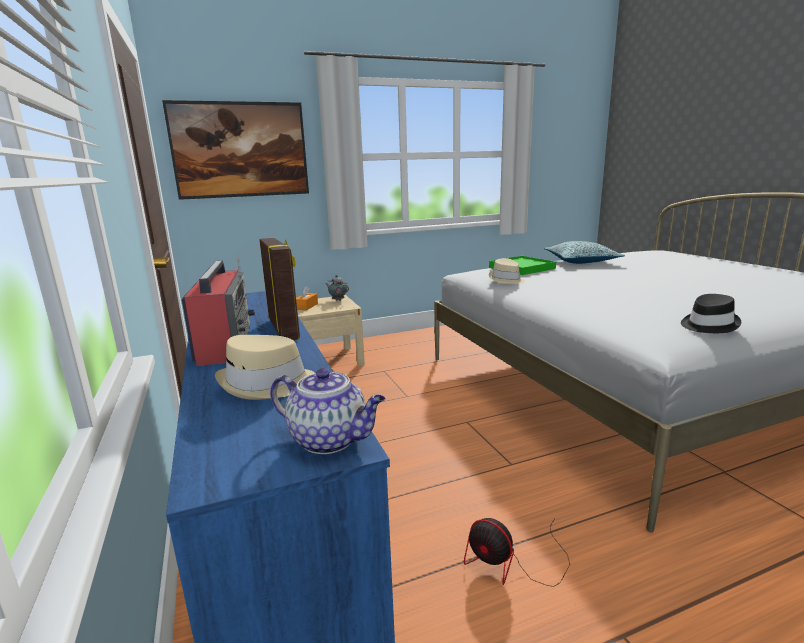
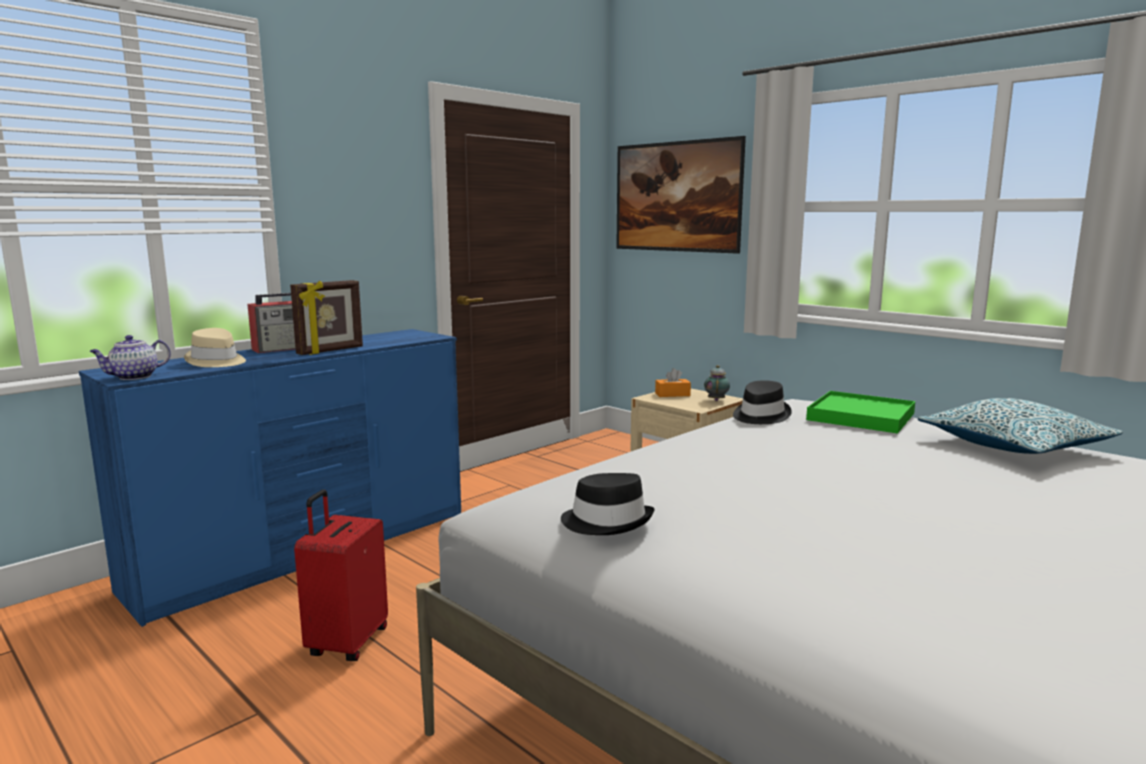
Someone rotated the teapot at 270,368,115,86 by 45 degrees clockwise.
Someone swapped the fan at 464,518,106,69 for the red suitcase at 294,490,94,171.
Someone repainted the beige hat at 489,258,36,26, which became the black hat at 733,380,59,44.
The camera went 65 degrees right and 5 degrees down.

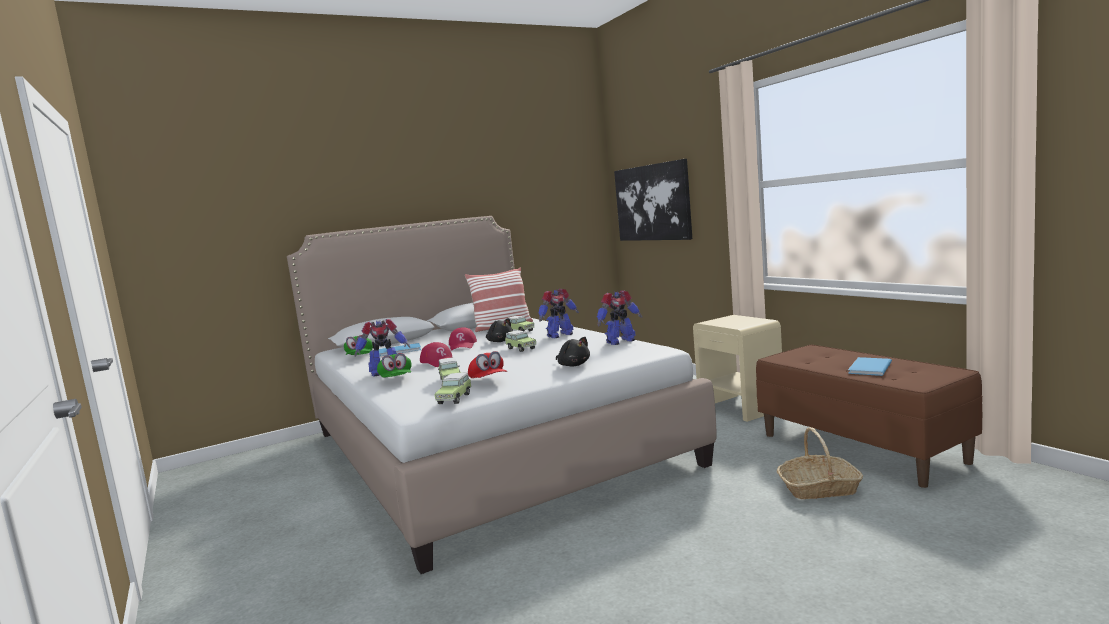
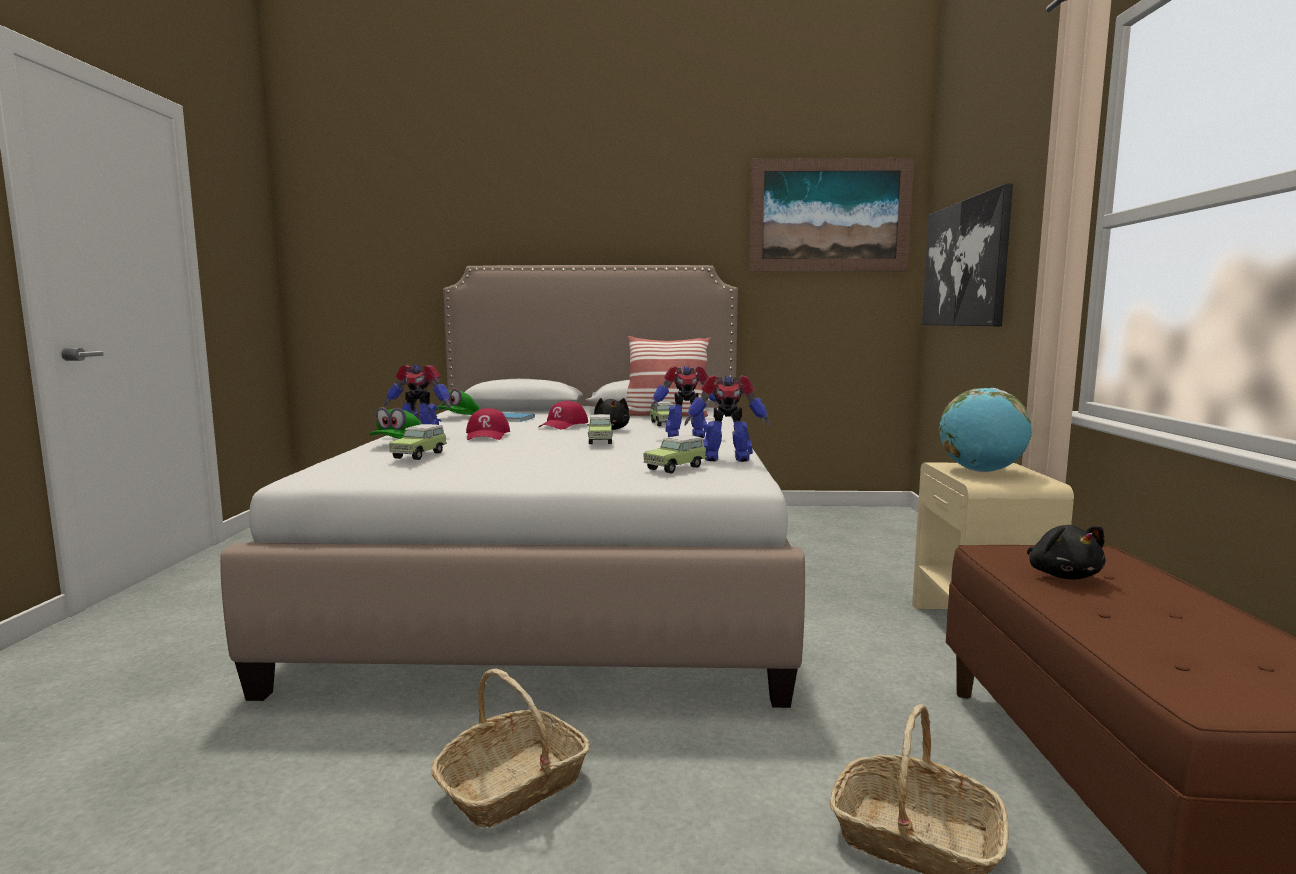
Someone carried the toy car from 434,373,38,31 to 643,435,64,39.
Someone took away the red cap at 468,351,39,27.
Someone carried the black plush toy from 556,337,34,30 to 1027,525,79,55.
Someone took away the blue book at 848,357,44,19.
Someone put down the basket at 431,669,159,158.
Someone put up the picture at 749,158,165,113.
Someone put down the globe at 939,388,92,84.
The camera went 30 degrees right and 0 degrees up.

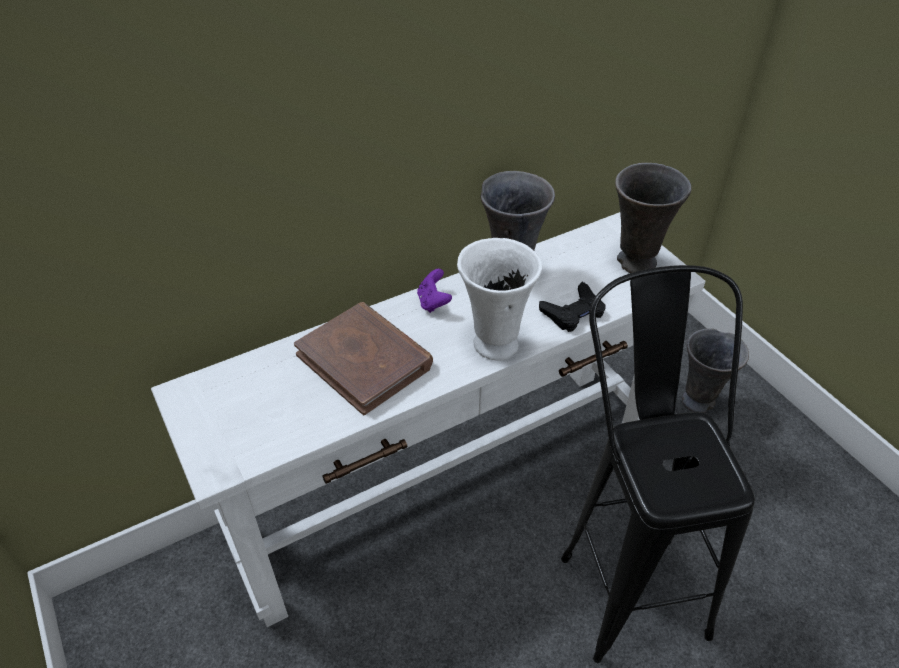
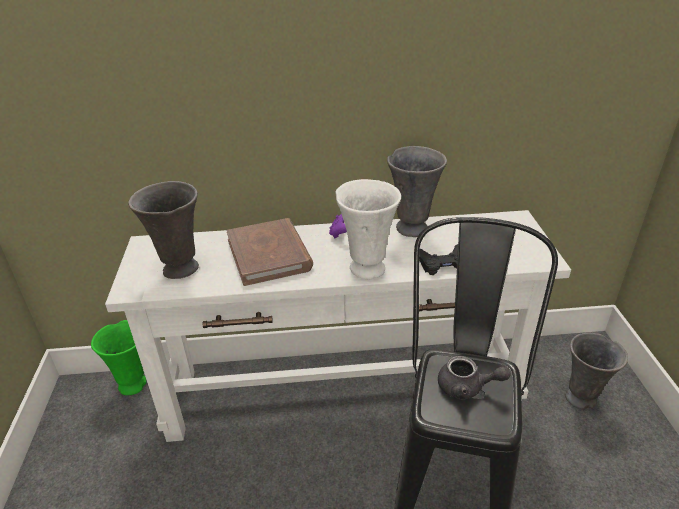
Someone carried the grey vase from 615,163,76,110 to 128,181,71,98.
Someone put down the green vase at 91,320,56,75.
Someone put down the grey teapot at 438,356,72,44.
The camera went 25 degrees right and 10 degrees down.

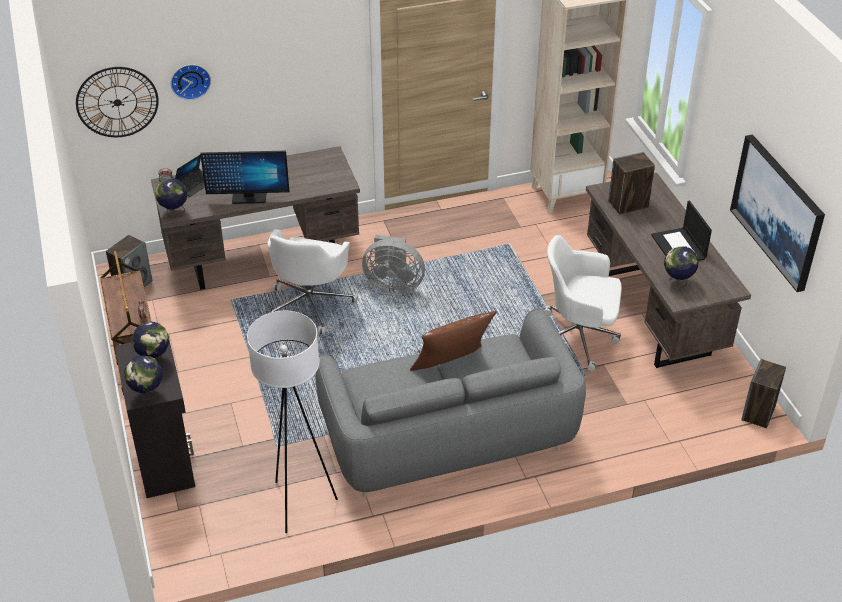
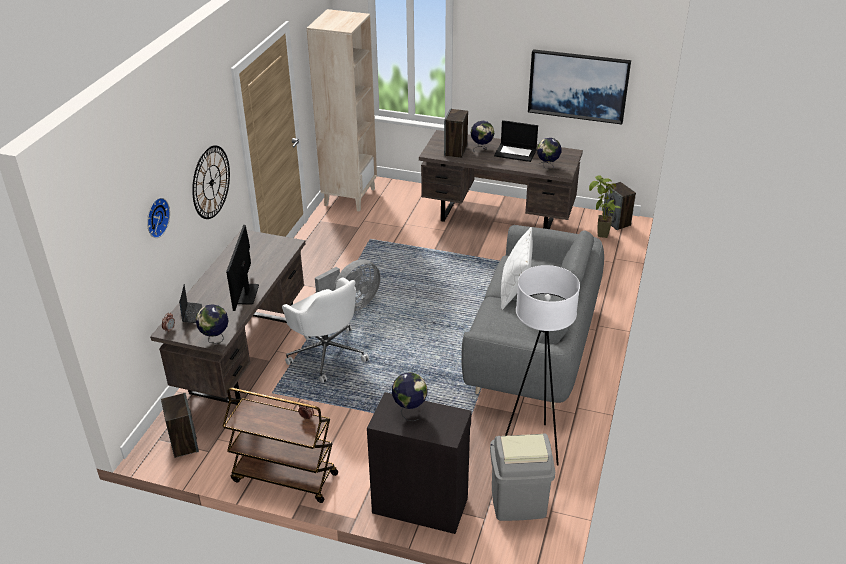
Someone carried the wall clock from 76,67,83,70 to 192,145,38,74.
Someone carried the globe from 124,355,39,45 to 471,121,23,32.
Someone rotated the monitor at 200,151,89,53 by 150 degrees clockwise.
Someone repainted the brown pillow at 410,311,86,60, which became the white pillow at 501,227,32,83.
Someone took away the white office chair at 544,235,78,136.
Someone put down the grey trash can at 490,434,65,87.
Someone put down the potted plant at 589,176,32,62.
The camera went 55 degrees left and 5 degrees down.

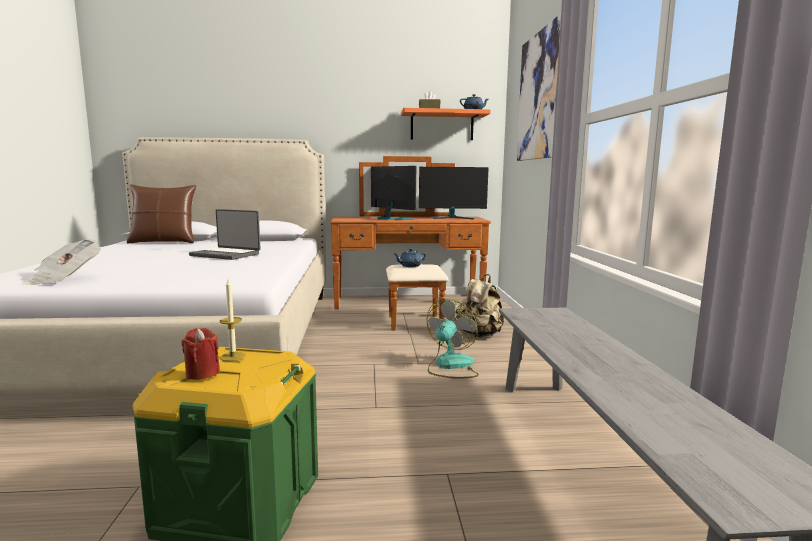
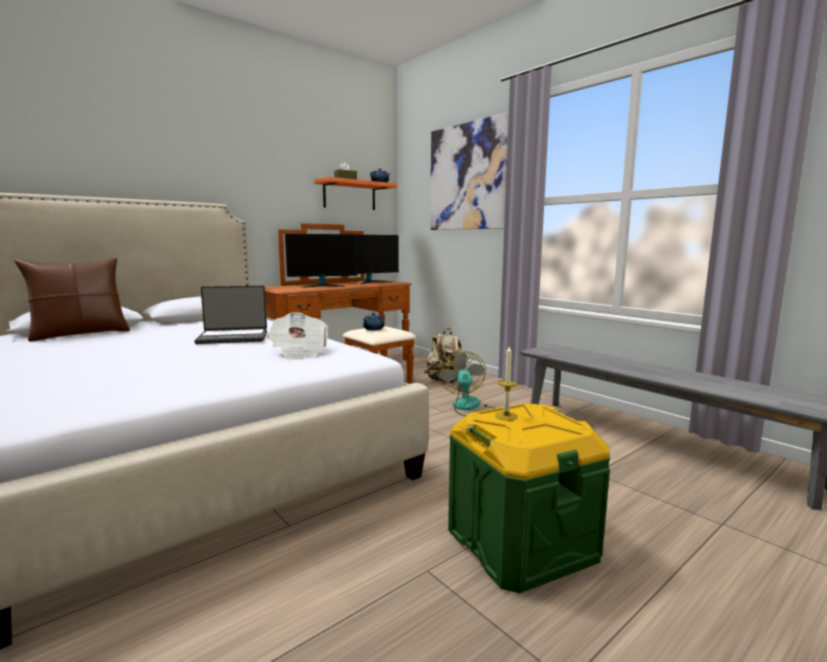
Someone carried the newspaper from 24,239,77,46 to 267,312,61,48.
Someone took away the red candle at 181,328,39,52.
Someone rotated the monitor at 371,166,45,54 by 150 degrees clockwise.
The camera went 35 degrees left and 0 degrees up.

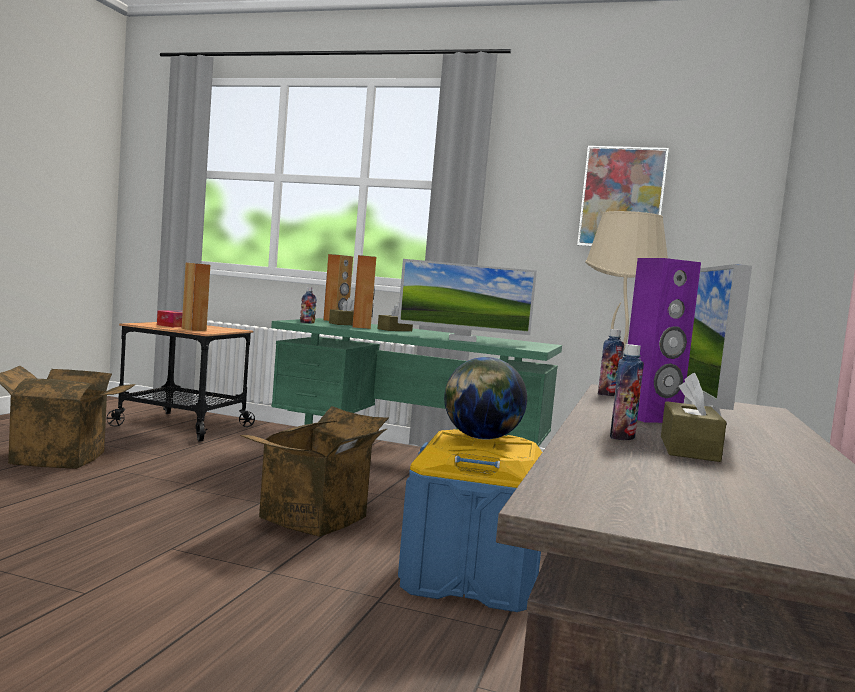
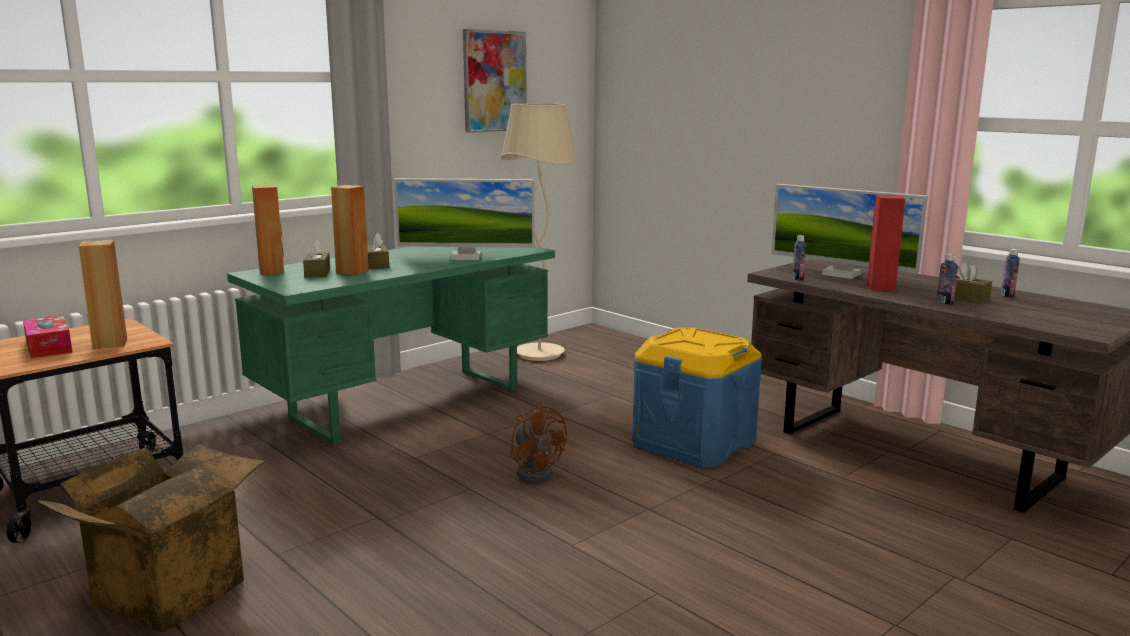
Someone swapped the cardboard box at 240,406,149,131 for the brown fan at 510,403,57,79.
Someone carried the bottle from 300,287,17,37 to 1001,249,19,49.
Someone rotated the monitor at 398,259,139,83 by 60 degrees clockwise.
Someone took away the globe at 444,357,83,83.
Someone repainted the purple speaker at 628,258,73,165, which became the red speaker at 867,195,38,96.
The camera went 60 degrees left and 10 degrees up.

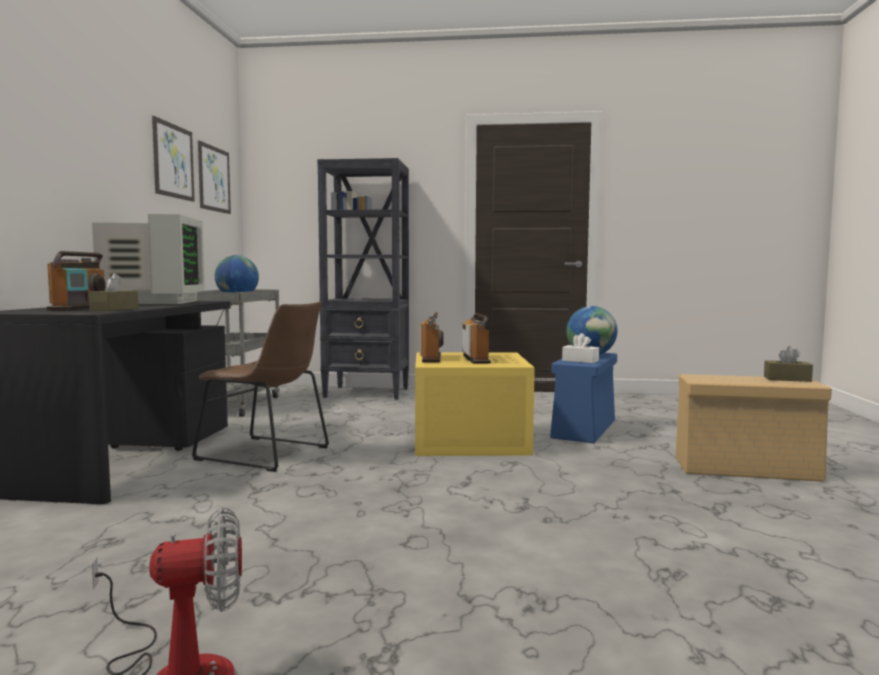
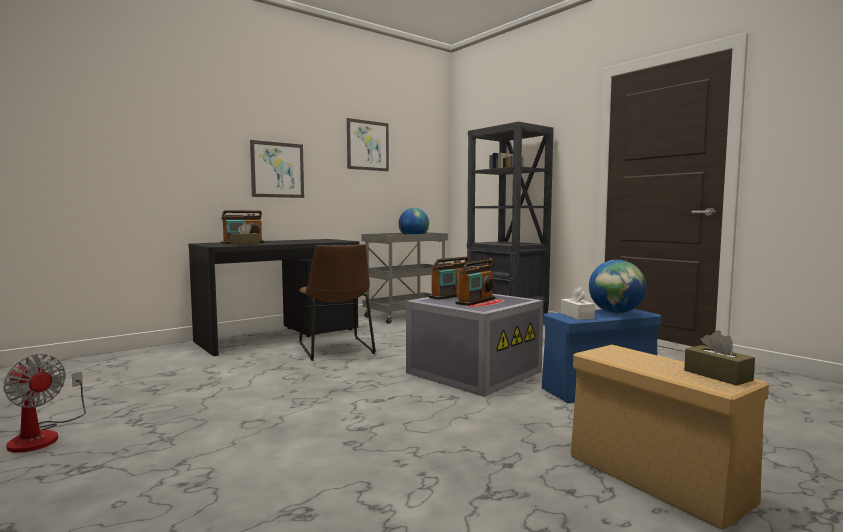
Someone took away the monitor at 92,214,113,90.
Someone carried the picture from 198,140,33,74 to 250,140,54,58.
Someone repainted the yellow storage box at 415,353,120,103, which became the grey storage box at 406,294,137,103.
The camera went 45 degrees right and 0 degrees up.

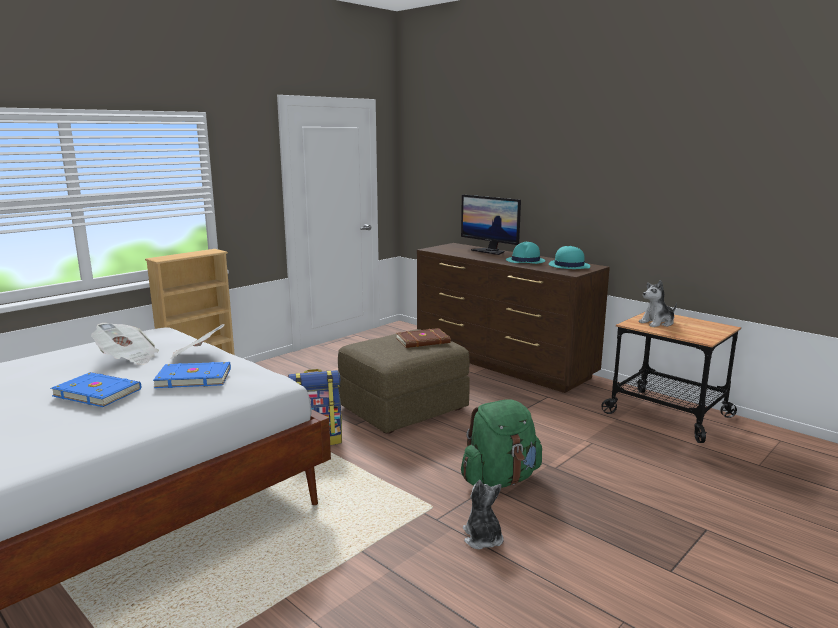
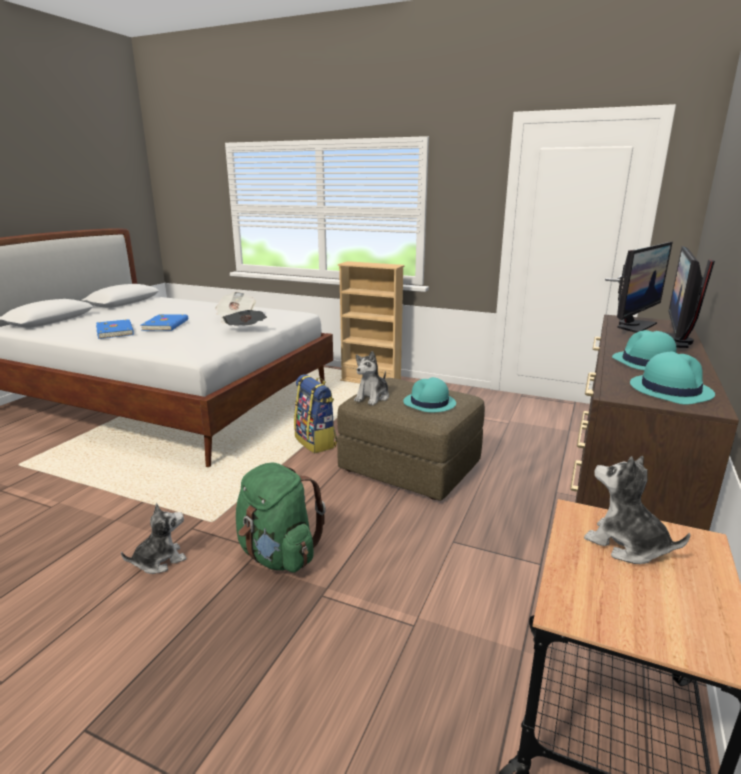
Someone carried the blue book from 153,362,78,26 to 96,319,38,20.
Someone swapped the brown book at 396,328,55,20 for the turquoise hat at 403,377,53,35.
Someone put down the plush toy at 354,351,35,54.
Someone put down the monitor at 617,242,56,91.
The camera went 70 degrees right and 5 degrees up.

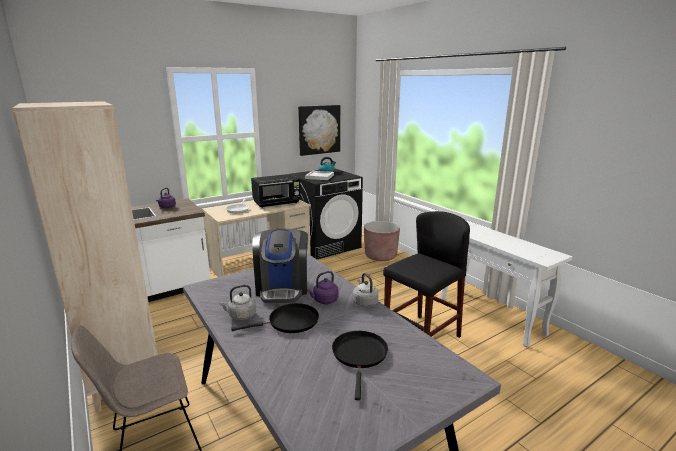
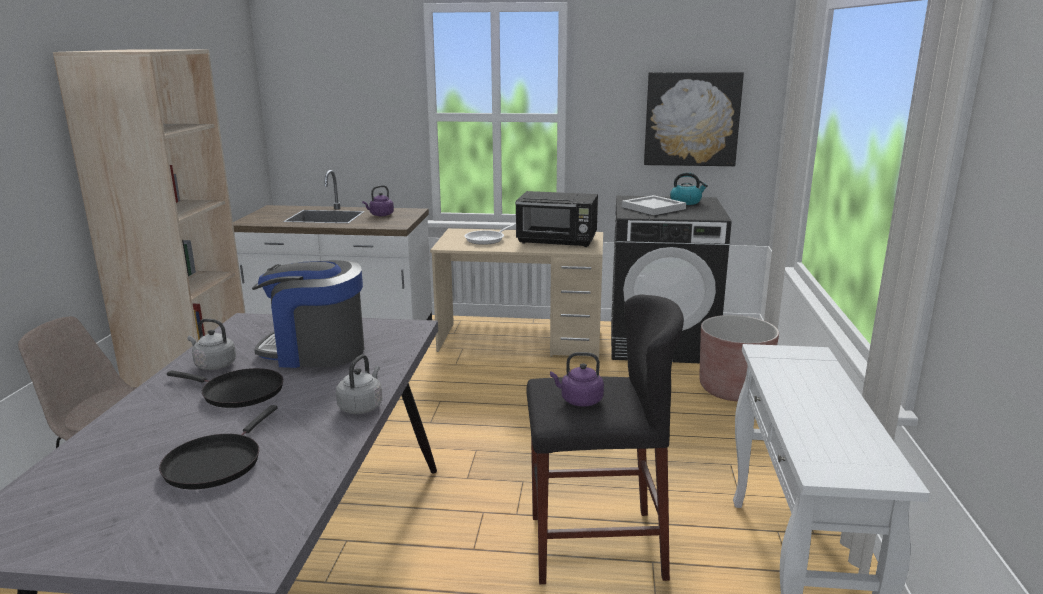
Someone rotated the coffee machine at 252,229,56,74 by 60 degrees clockwise.
Someone carried the purple kettle from 307,271,32,33 to 550,352,54,55.
Someone rotated the black frying pan at 332,331,56,69 by 150 degrees clockwise.
The camera went 40 degrees right and 0 degrees up.

